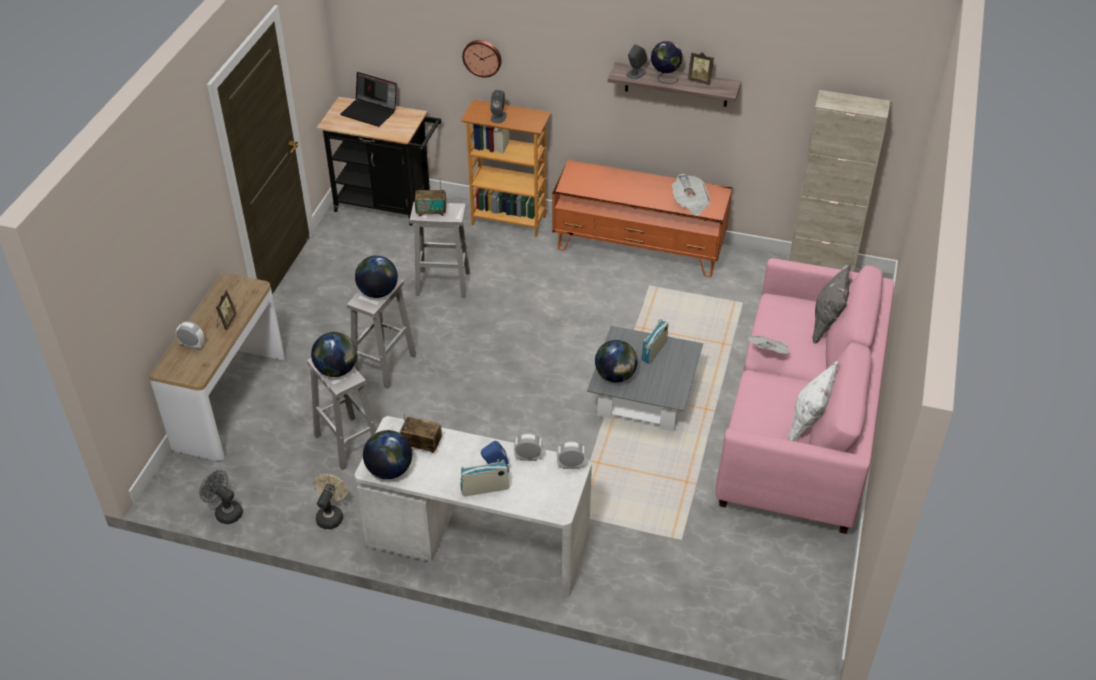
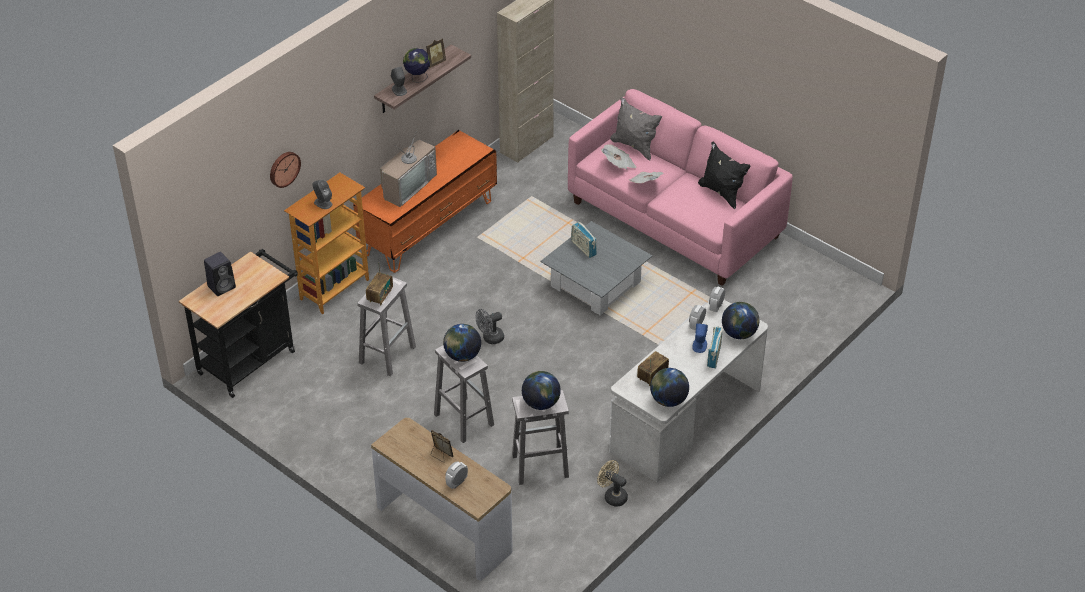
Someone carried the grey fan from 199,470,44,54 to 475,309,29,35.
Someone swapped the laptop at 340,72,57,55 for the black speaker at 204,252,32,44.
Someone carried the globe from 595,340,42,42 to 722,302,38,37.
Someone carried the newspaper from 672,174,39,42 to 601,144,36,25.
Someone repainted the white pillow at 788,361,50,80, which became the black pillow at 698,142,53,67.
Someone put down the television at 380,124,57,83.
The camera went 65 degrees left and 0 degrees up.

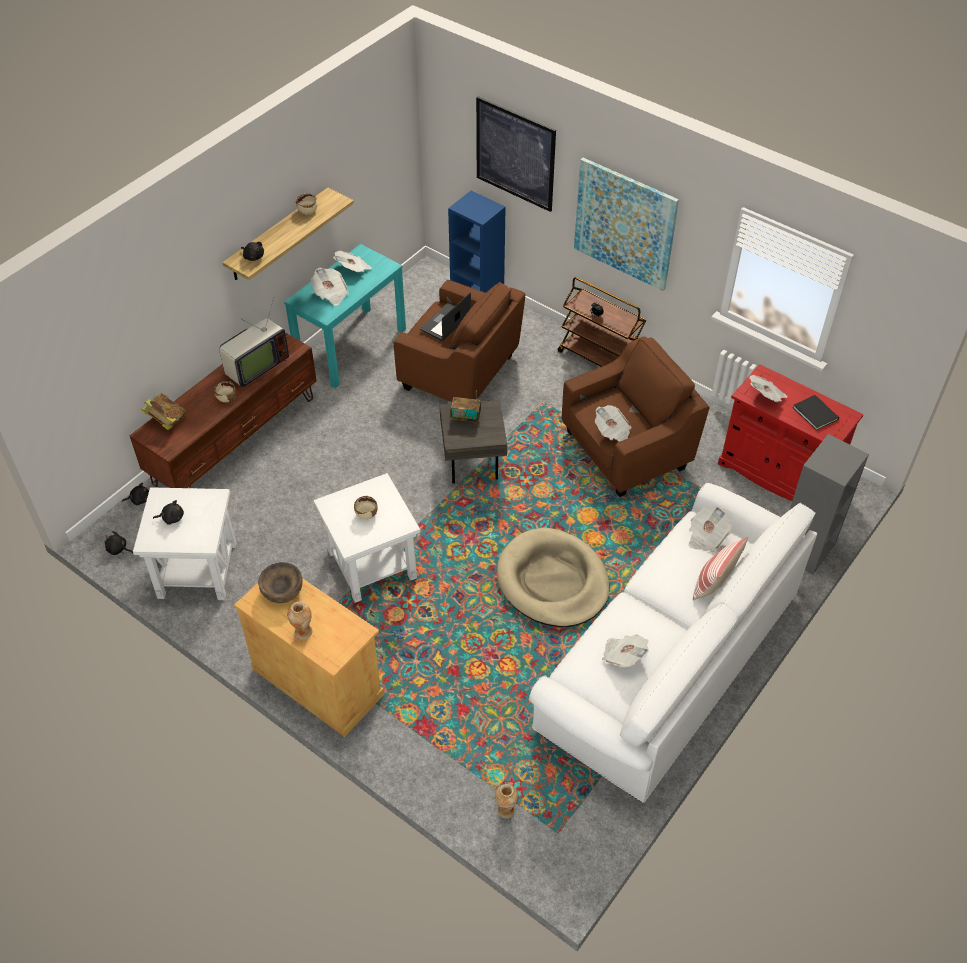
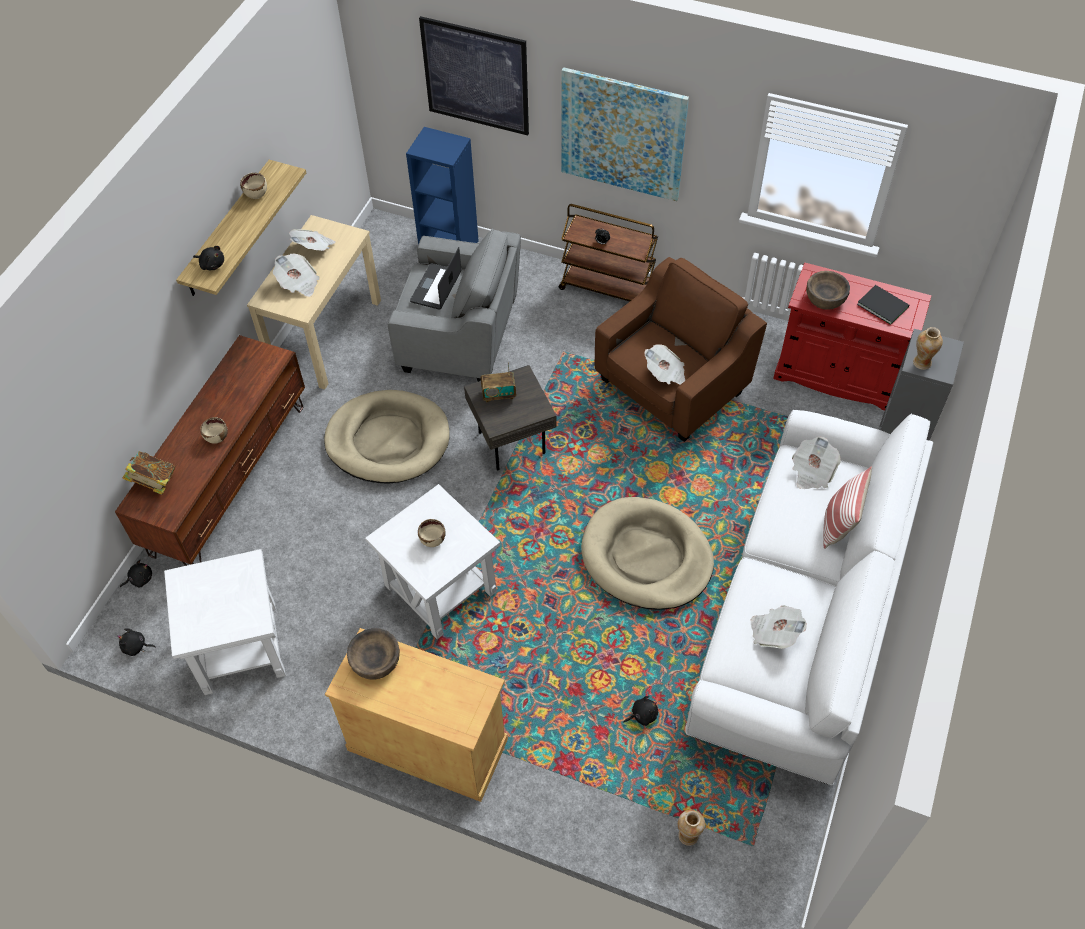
Someone carried the black plush toy from 153,500,31,25 to 623,696,35,30.
Someone took away the television at 219,298,70,90.
Someone repainted the turquoise console table at 284,244,122,145, which became the beige console table at 247,215,134,174.
Someone carried the vase from 287,601,26,39 to 913,327,30,43.
Someone repainted the brown armchair at 394,280,131,122, which became the grey armchair at 388,229,133,153.
Someone swapped the newspaper at 749,375,38,28 for the brown bowl at 806,271,44,39.
Someone put down the beige dog bed at 324,390,126,94.
The camera went 15 degrees left and 5 degrees up.

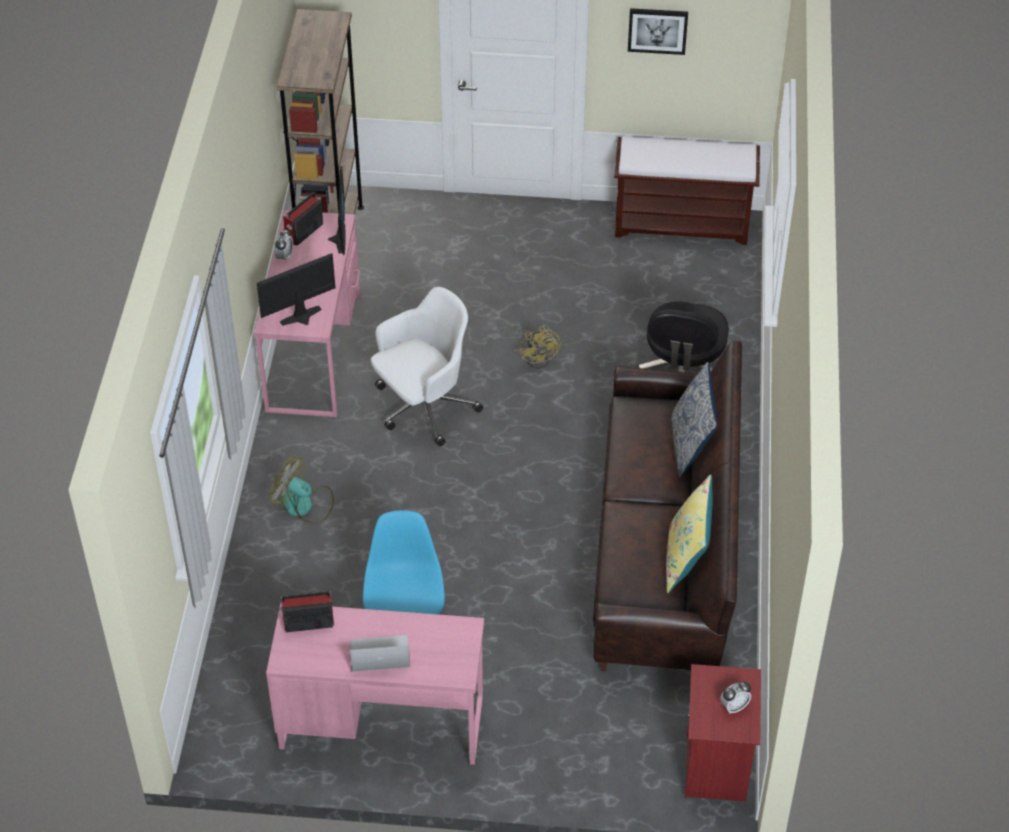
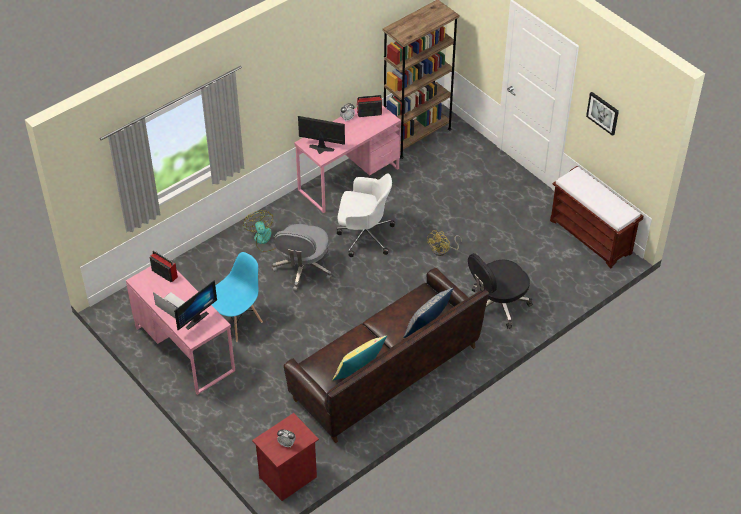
Someone carried the monitor from 328,166,18,89 to 174,280,43,50.
Someone put down the grey office chair at 272,224,60,67.
The camera went 45 degrees right and 0 degrees up.

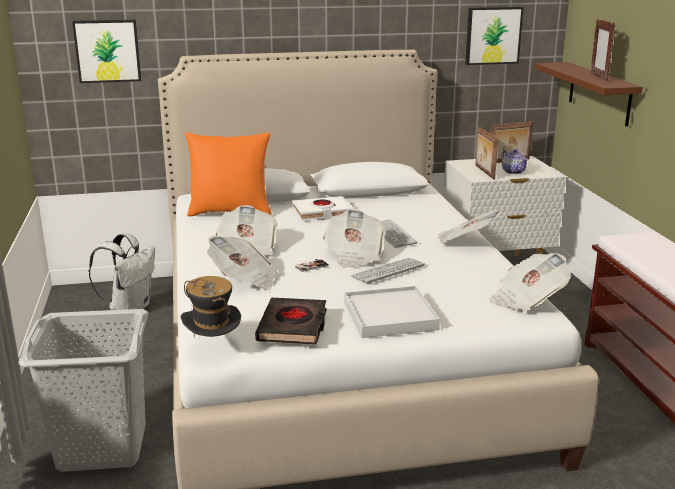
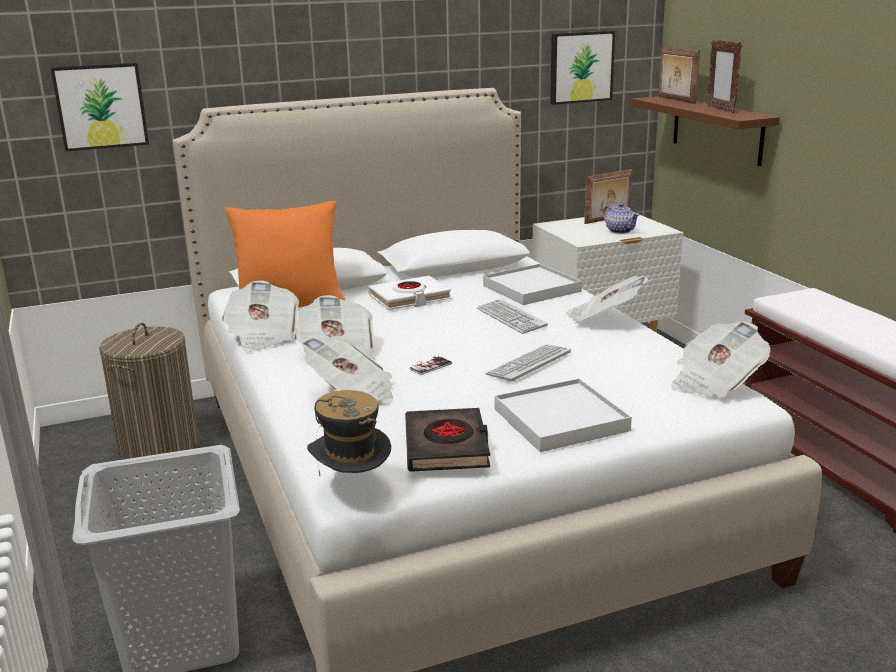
Someone swapped the white backpack at 89,233,66,77 for the laundry basket at 99,323,100,136.
Someone carried the newspaper from 323,209,63,59 to 222,281,77,71.
Someone carried the picture frame from 475,127,23,53 to 659,46,41,58.
Someone put down the white tray at 483,264,99,41.
The camera went 10 degrees left and 0 degrees up.

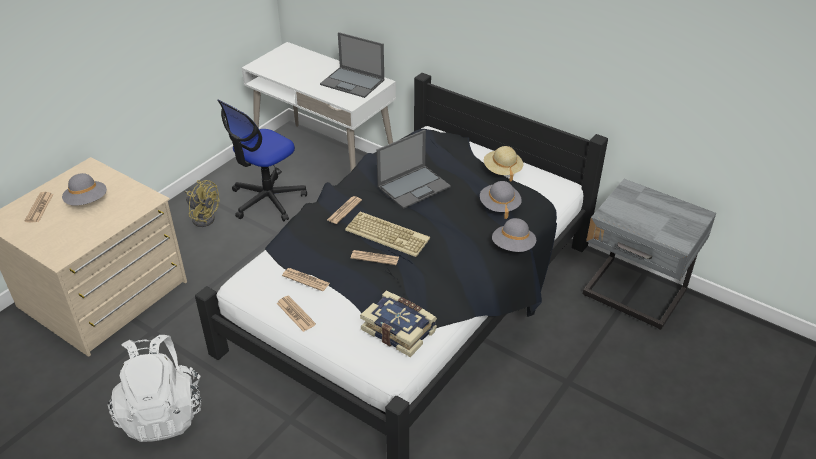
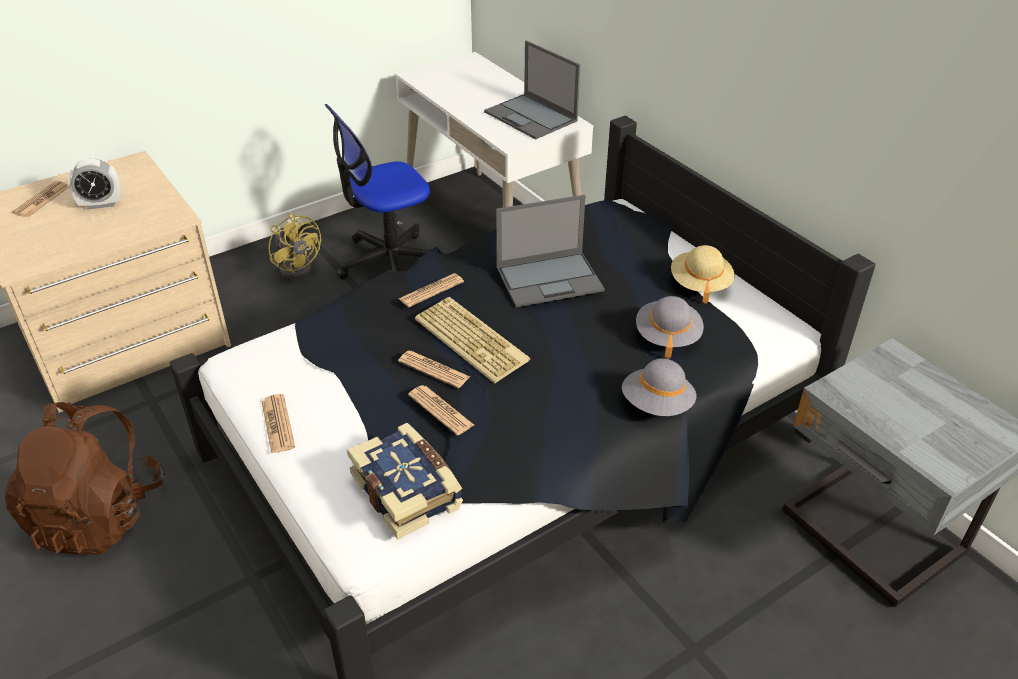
Someone swapped the grey hat at 62,173,45,32 for the alarm clock at 68,158,53,52.
Someone repainted the white backpack at 108,335,94,107, which became the brown backpack at 5,402,159,153.
Someone carried the newspaper from 282,268,48,23 to 408,385,66,50.
The camera went 20 degrees right and 0 degrees up.

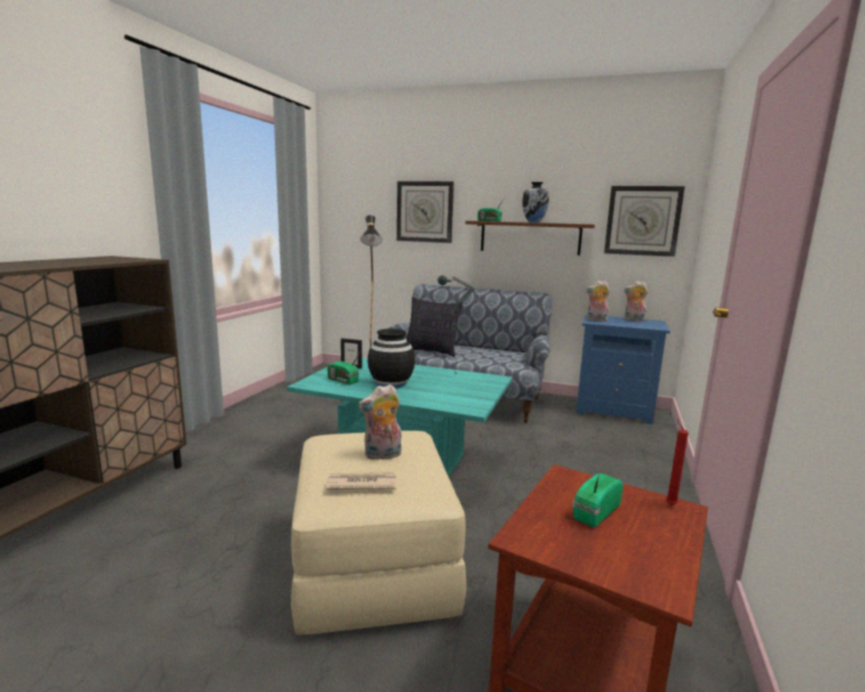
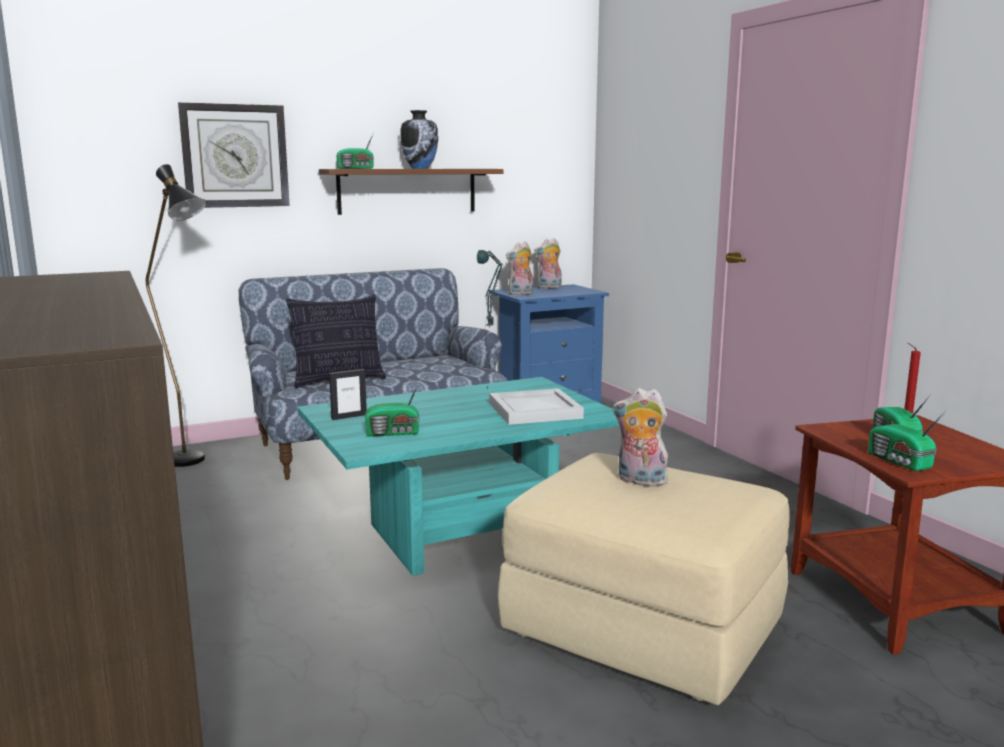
Someone took away the newspaper at 326,472,70,18.
Someone rotated the plush toy at 358,384,44,76 by 90 degrees clockwise.
Someone took away the black vase at 368,329,47,59.
Someone took away the wall clock at 604,186,81,71.
Someone put down the white tray at 489,388,95,37.
Someone put down the radio at 868,410,79,61.
The camera went 45 degrees left and 0 degrees up.

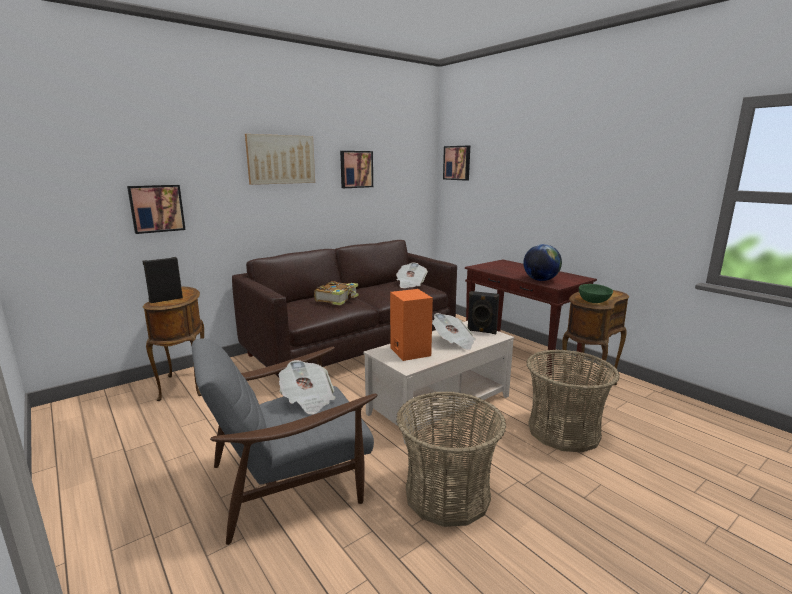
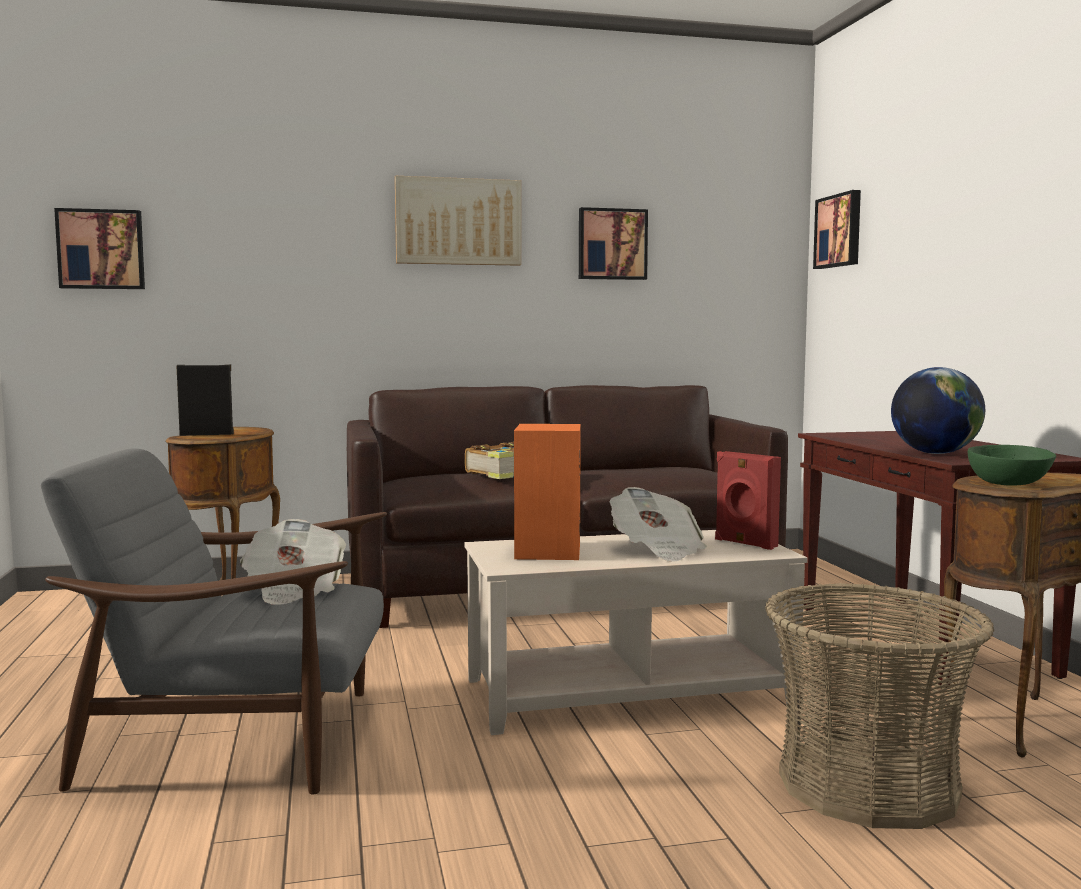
Someone carried the picture from 127,185,59,49 to 54,208,91,81.
Someone took away the newspaper at 396,262,32,26.
Someone took away the basket at 396,391,110,136.
Someone repainted the black speaker at 467,291,32,43, which became the red speaker at 715,451,66,99.
The camera went 25 degrees right and 10 degrees down.

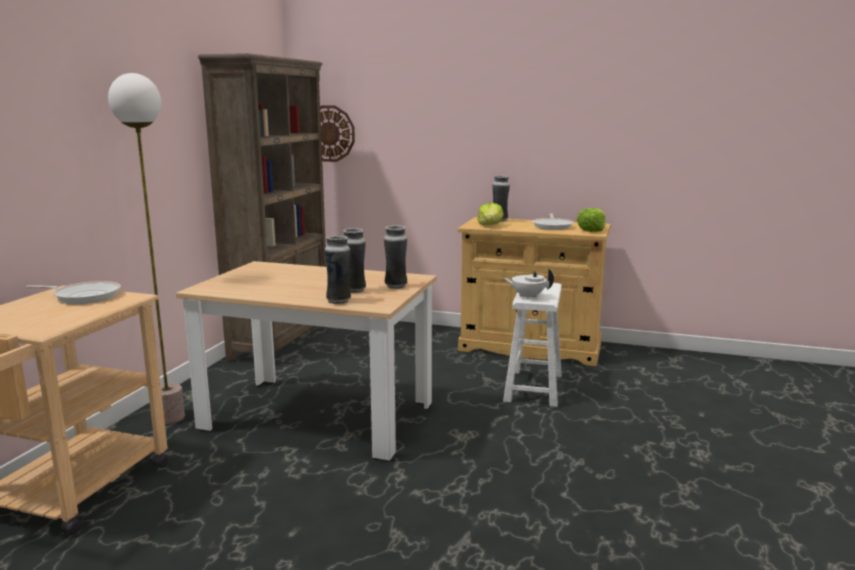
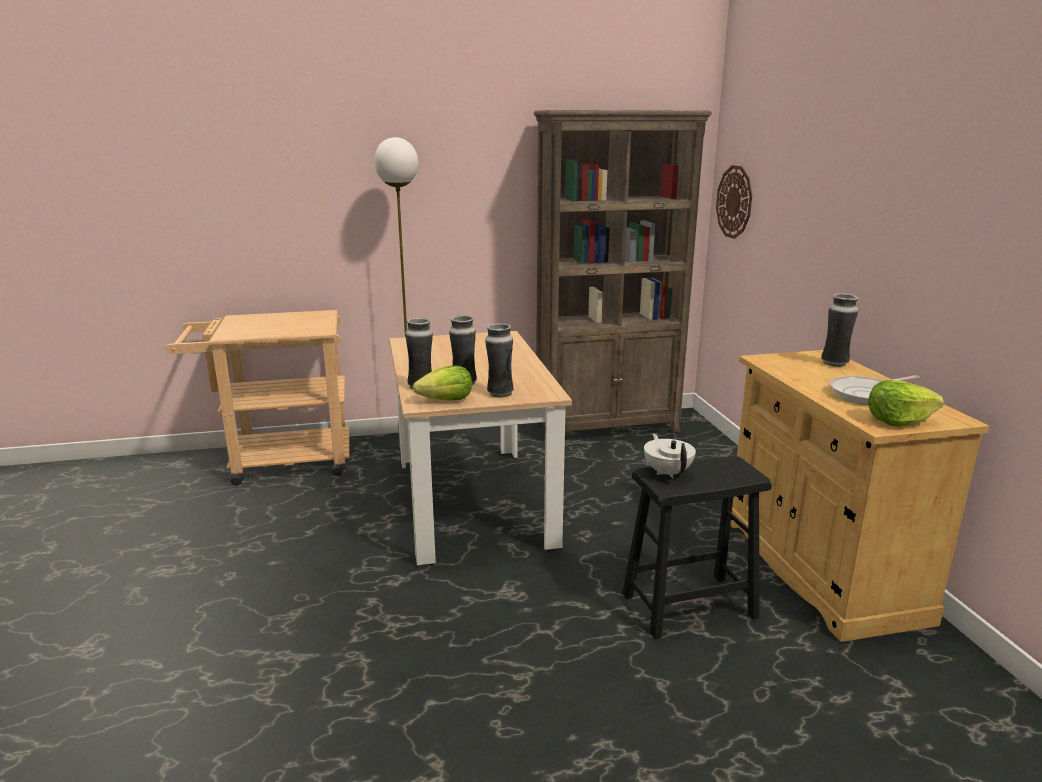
Someone took away the frying pan at 26,281,95,23.
Someone carried the lettuce from 477,203,27,23 to 413,366,59,35.
Someone repainted the white stool at 503,283,59,124, which became the black stool at 622,456,150,183.
The camera went 60 degrees right and 5 degrees up.

